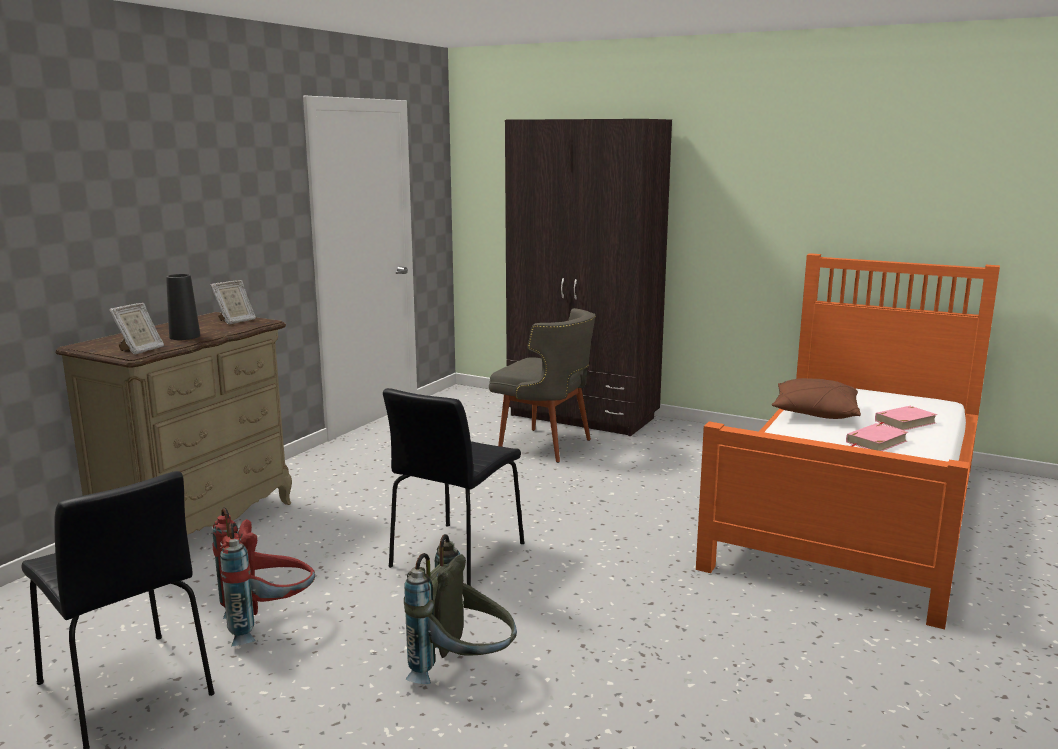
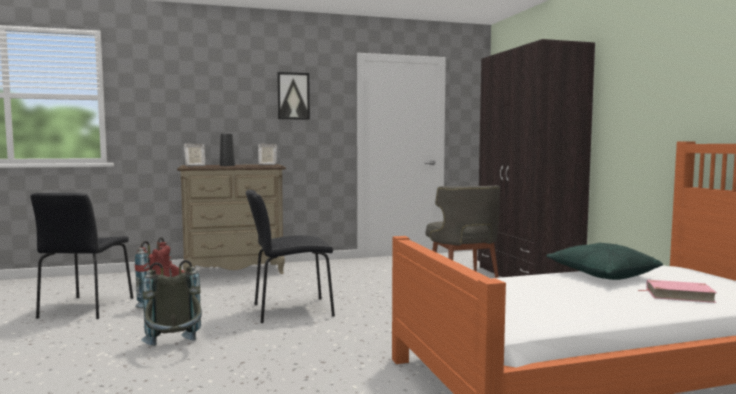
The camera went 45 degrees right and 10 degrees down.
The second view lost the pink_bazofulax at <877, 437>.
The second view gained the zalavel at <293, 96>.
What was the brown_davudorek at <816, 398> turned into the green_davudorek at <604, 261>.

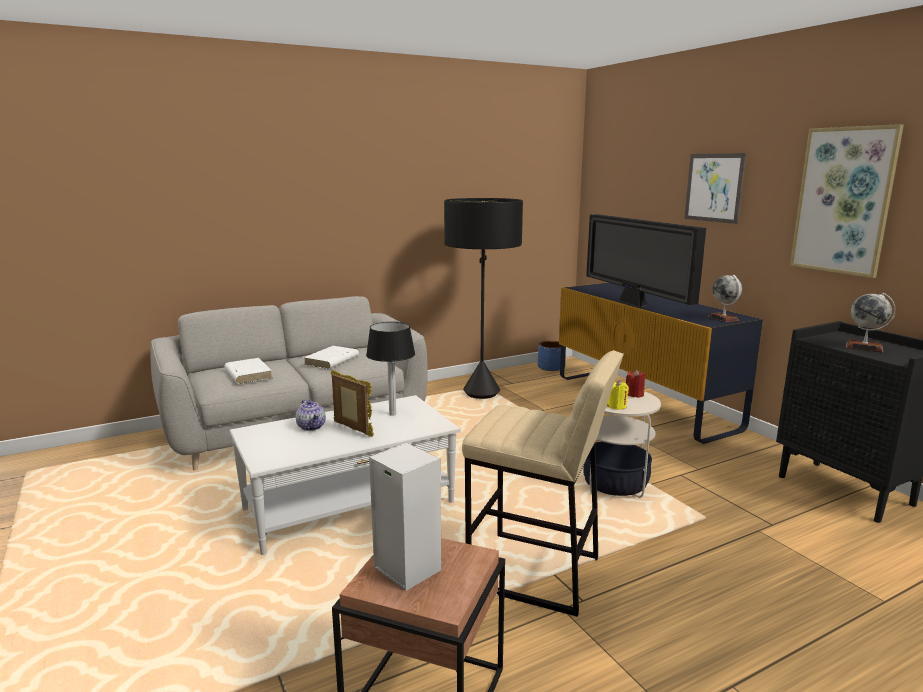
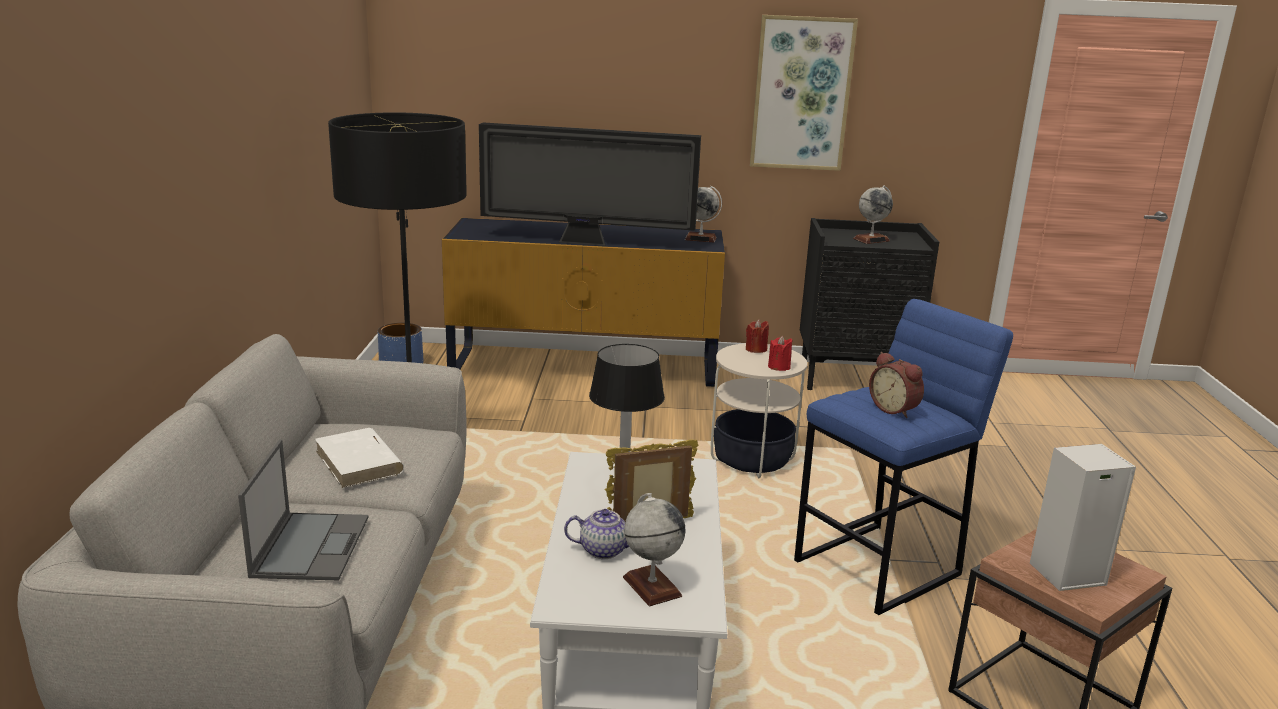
The camera went 60 degrees left and 5 degrees up.
The second view lost the zalavel at <715, 188>.
The second view gained the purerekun at <654, 549>.
The second view gained the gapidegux at <896, 385>.
Where the white_bazofulax stood at <248, 371>, the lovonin came to stand at <303, 510>.
What was the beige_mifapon at <543, 483> turned into the blue_mifapon at <903, 457>.
What was the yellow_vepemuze at <618, 395> turned into the red_vepemuze at <780, 353>.

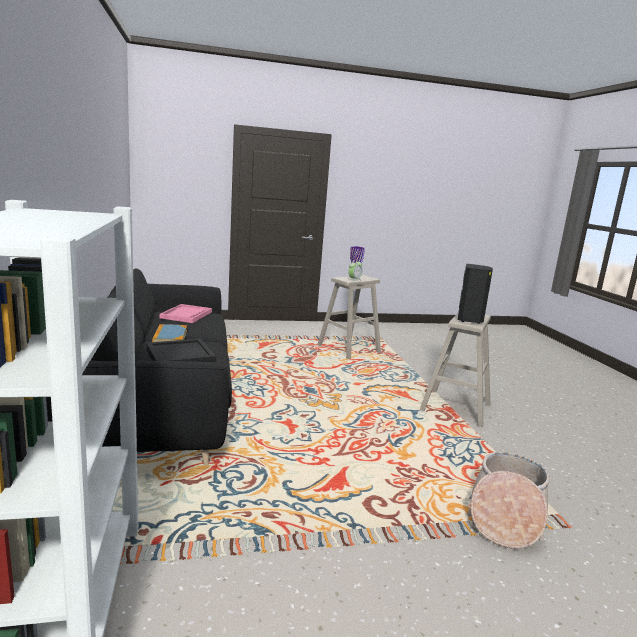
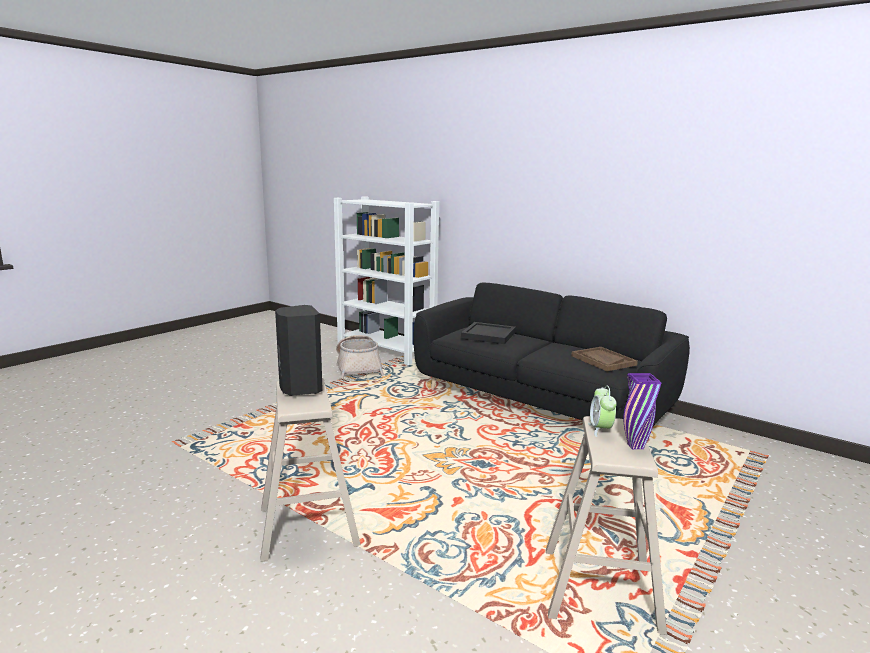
The camera went 140 degrees right and 0 degrees up.
The second view lost the bazofulax at <169, 333>.
The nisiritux ended up elsewhere, having gone from <508, 500> to <360, 357>.
What was the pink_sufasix at <186, 313> turned into the brown_sufasix at <604, 359>.

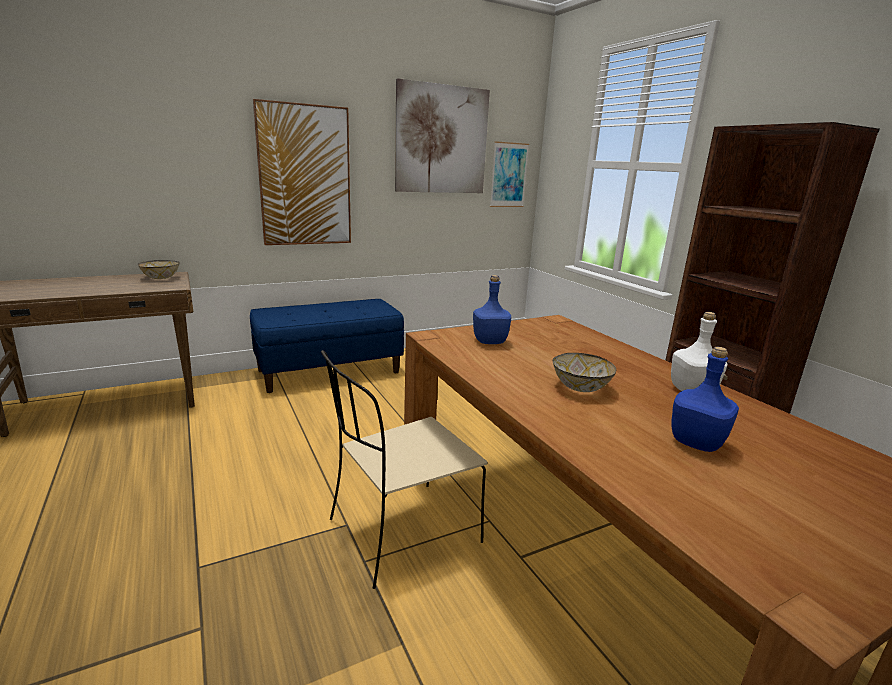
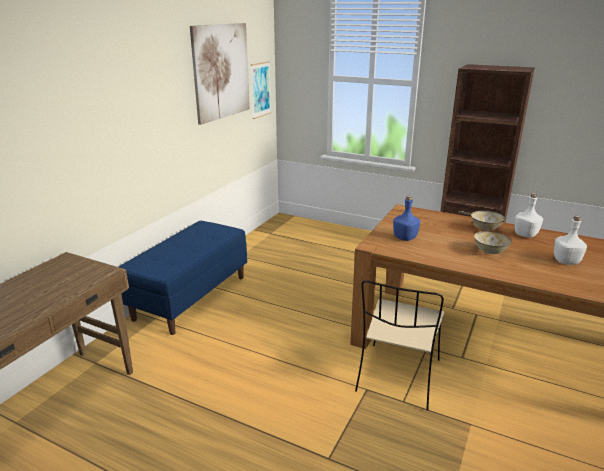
The camera went 35 degrees left and 5 degrees up.
The second view lost the zalavel at <302, 172>.
The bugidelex ended up elsewhere, having gone from <159, 269> to <488, 221>.
What was the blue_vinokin at <705, 399> turned into the white_vinokin at <570, 240>.

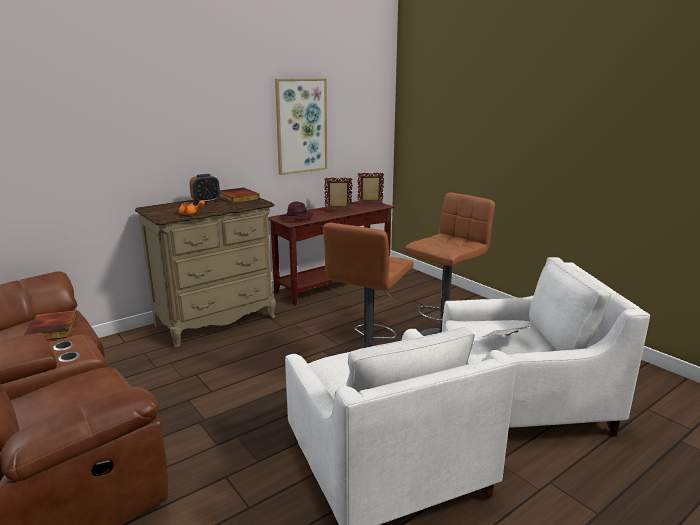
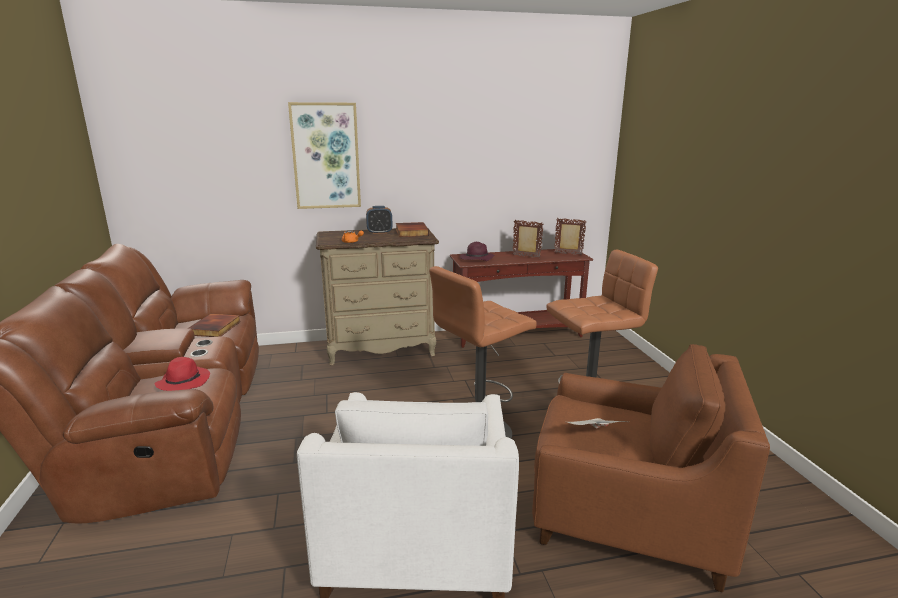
The camera went 25 degrees right and 0 degrees up.
The second view gained the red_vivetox at <182, 374>.
The zalavel ended up elsewhere, having gone from <301, 126> to <324, 155>.
What was the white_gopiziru at <546, 346> turned into the brown_gopiziru at <651, 468>.

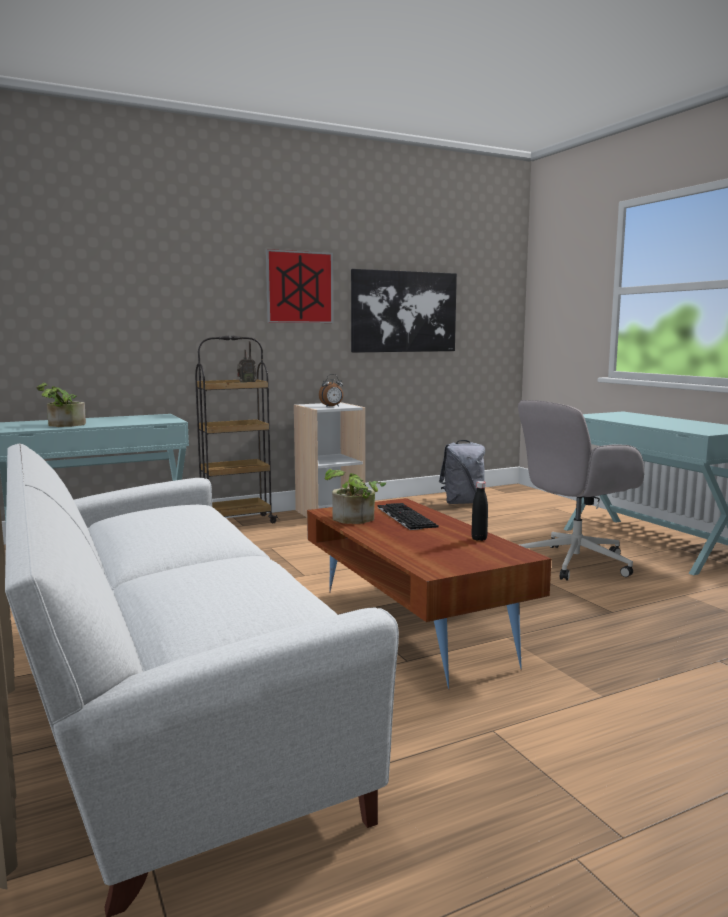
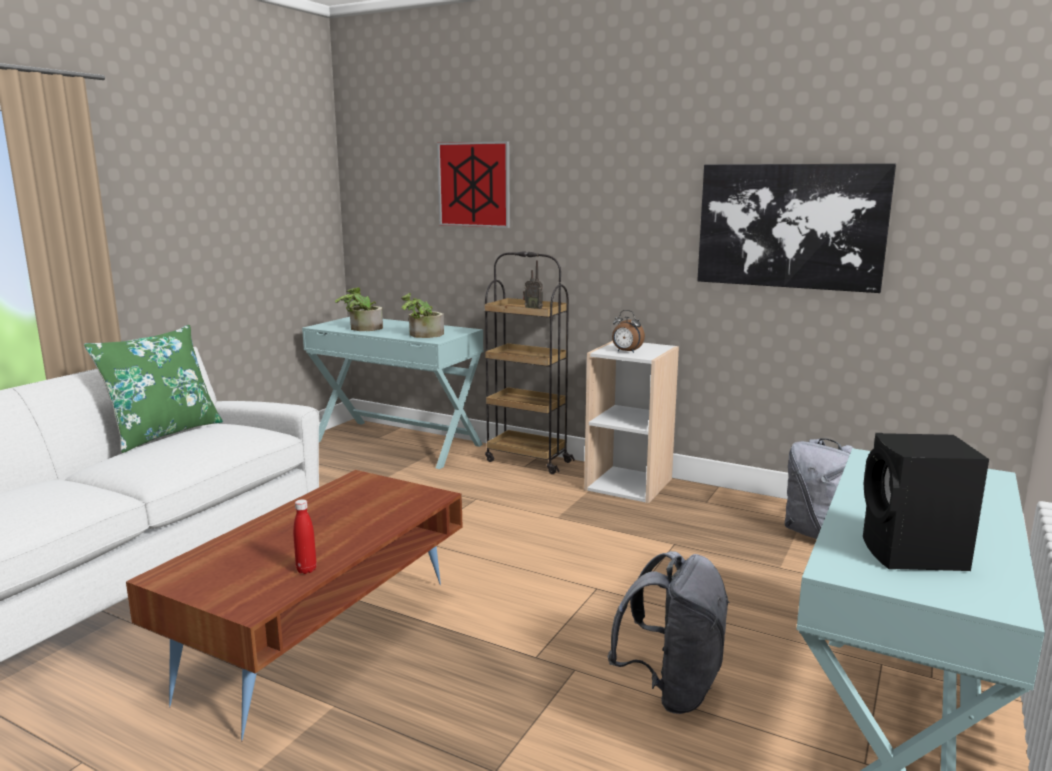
The camera went 55 degrees right and 5 degrees up.
The second view lost the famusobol at <408, 516>.
The second view gained the green_davudorek at <153, 389>.
The second view gained the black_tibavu at <926, 502>.
The zalavel ended up elsewhere, having gone from <300, 286> to <473, 184>.
The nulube ended up elsewhere, having gone from <355, 496> to <422, 315>.
Where the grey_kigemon stood at <581, 490>, the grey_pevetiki came to stand at <669, 632>.
What was the black_vinokin at <479, 511> turned into the red_vinokin at <305, 536>.

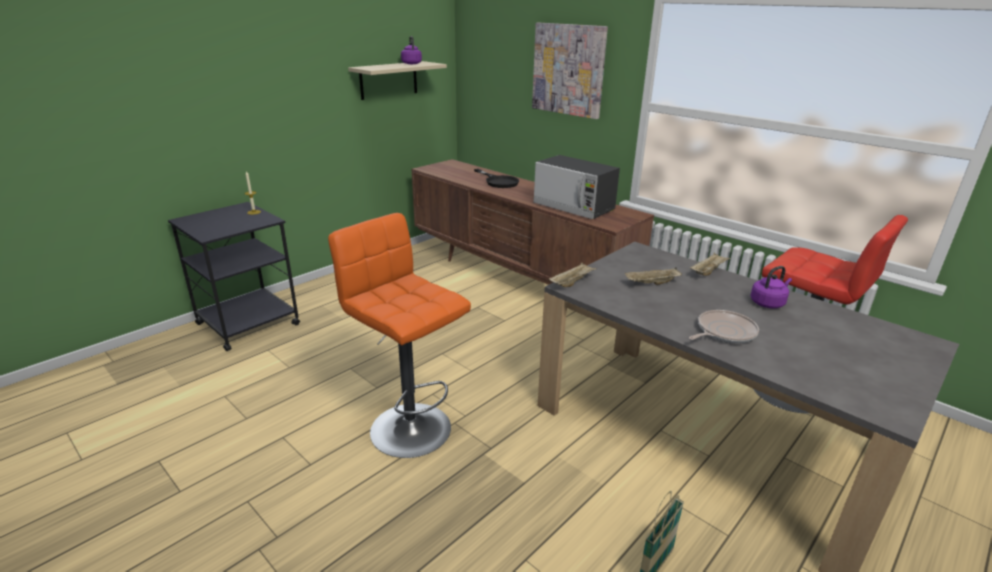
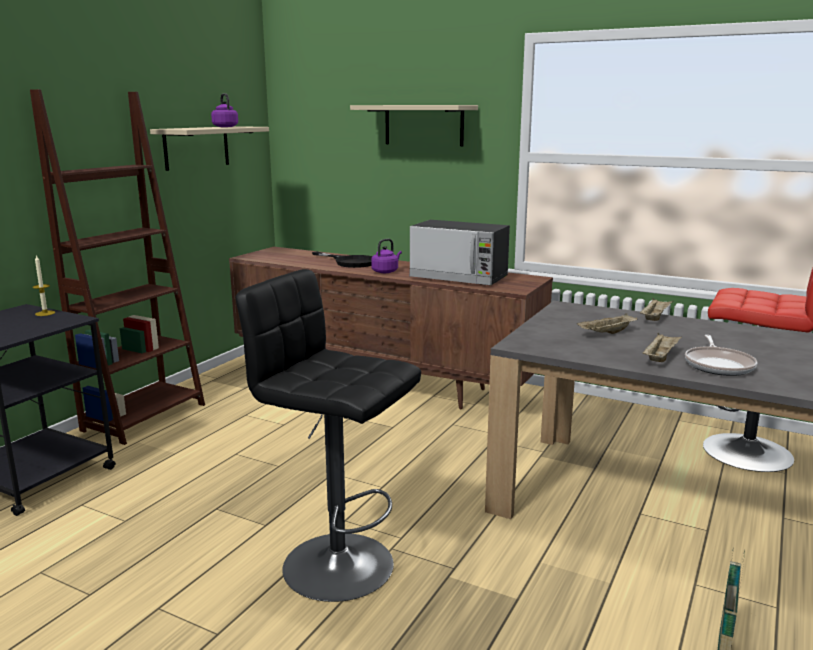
The camera went 15 degrees left and 10 degrees down.
The second view gained the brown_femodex at <117, 267>.
The beige_sufasix ended up elsewhere, having gone from <573, 274> to <662, 347>.
The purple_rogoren ended up elsewhere, having gone from <771, 287> to <386, 256>.
Where the zalavel hung at <570, 71>, the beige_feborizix came to hang at <414, 125>.
What was the orange_mifapon at <399, 335> turned into the black_mifapon at <328, 435>.
The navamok at <724, 326> ended up facing another way, 150 degrees clockwise from before.

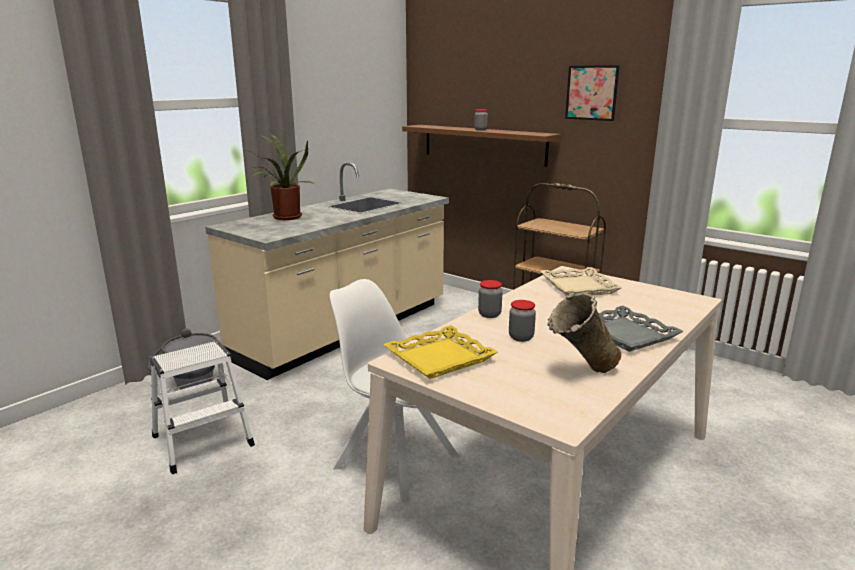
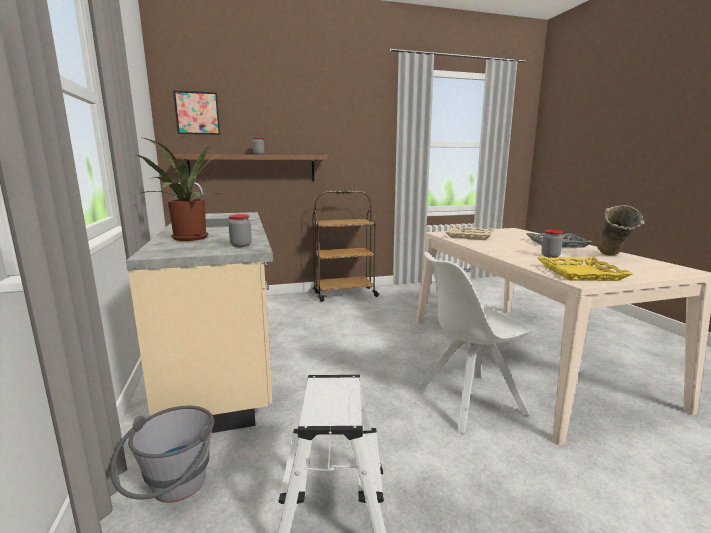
The camera went 55 degrees left and 5 degrees down.
The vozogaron ended up elsewhere, having gone from <490, 299> to <240, 230>.
The zalavel ended up elsewhere, having gone from <592, 93> to <196, 112>.

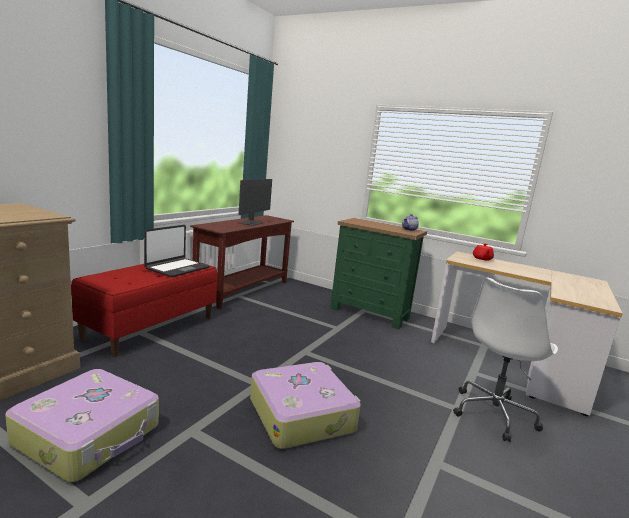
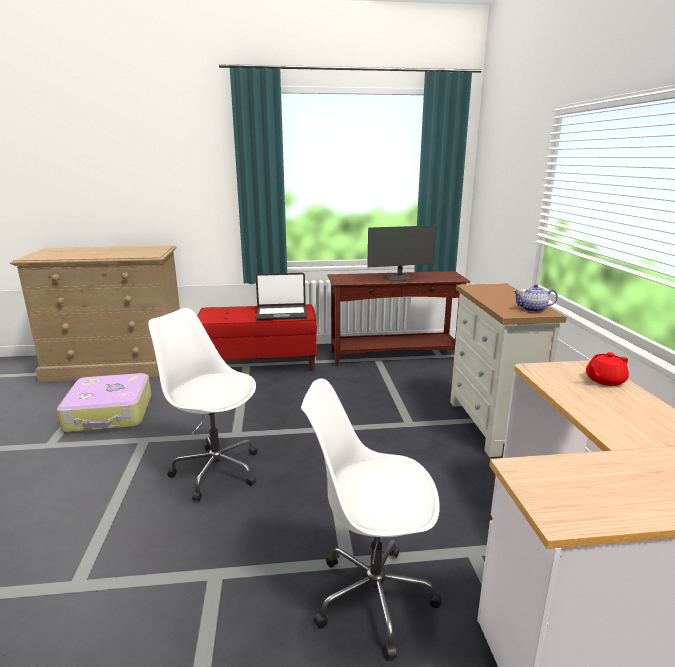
The camera went 55 degrees right and 5 degrees up.
Where the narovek stood at <305, 405>, the white_kigemon came to stand at <203, 404>.
What was the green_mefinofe at <378, 273> turned into the white_mefinofe at <508, 370>.

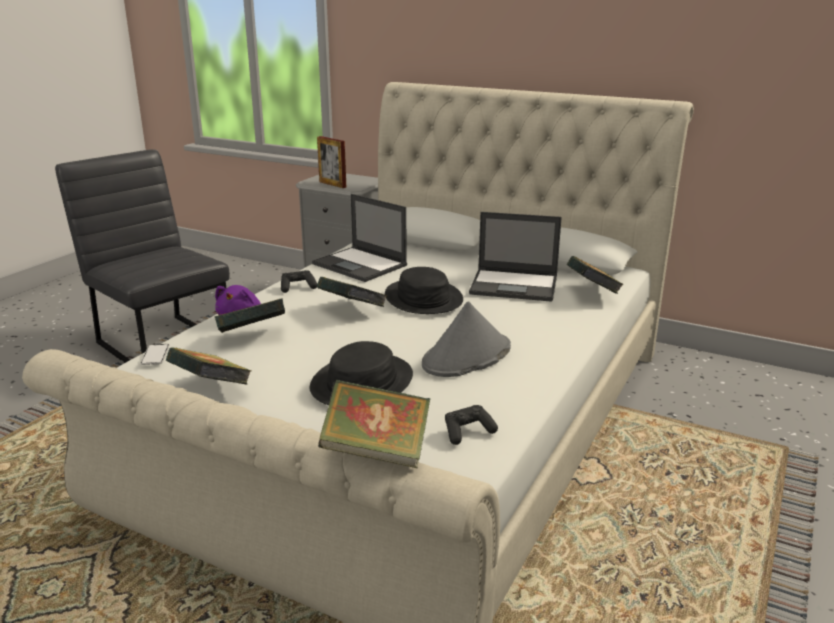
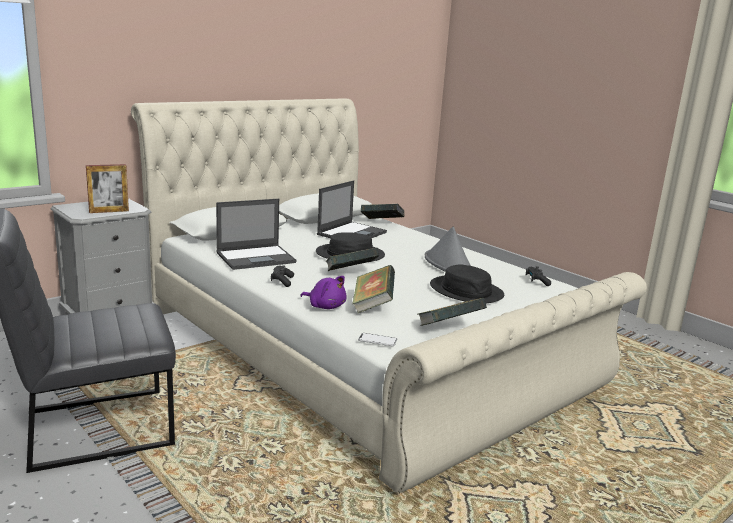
The camera went 70 degrees left and 5 degrees down.
The second view lost the bazofulax at <374, 424>.

